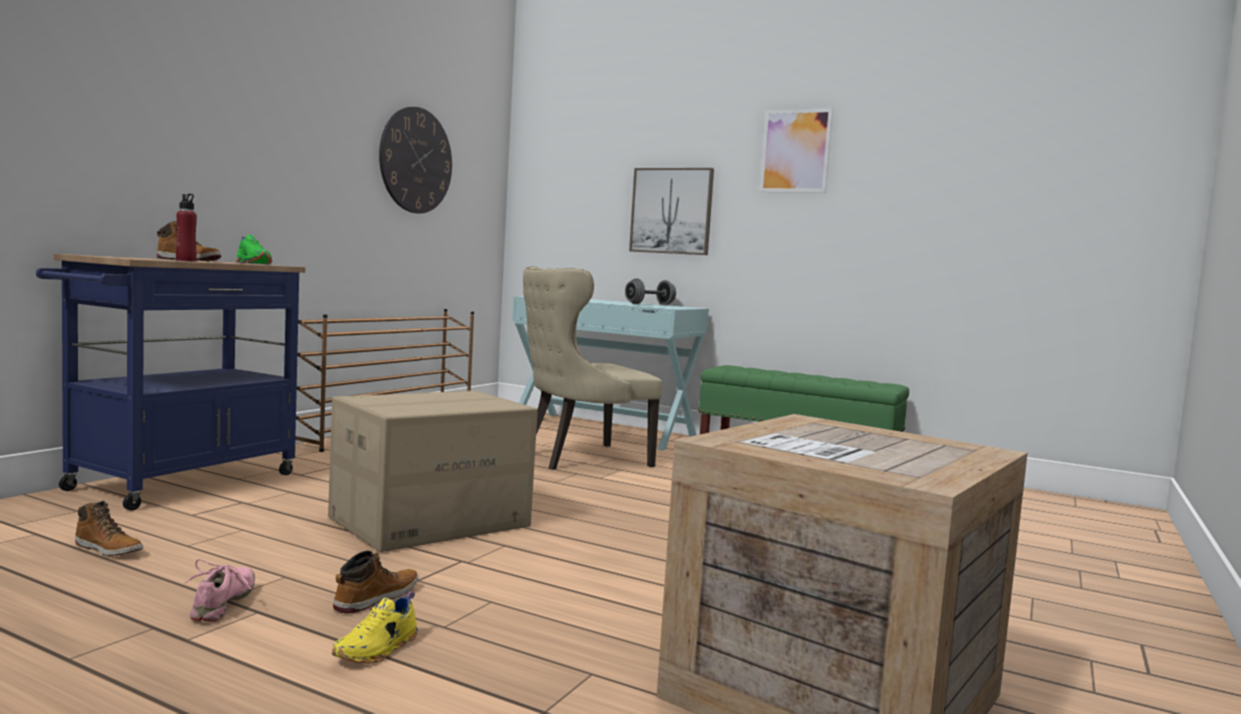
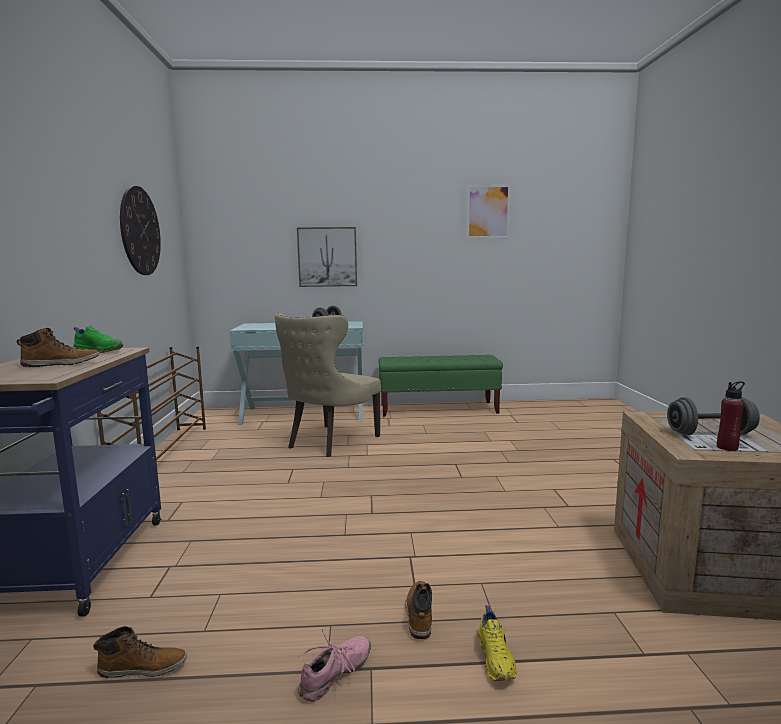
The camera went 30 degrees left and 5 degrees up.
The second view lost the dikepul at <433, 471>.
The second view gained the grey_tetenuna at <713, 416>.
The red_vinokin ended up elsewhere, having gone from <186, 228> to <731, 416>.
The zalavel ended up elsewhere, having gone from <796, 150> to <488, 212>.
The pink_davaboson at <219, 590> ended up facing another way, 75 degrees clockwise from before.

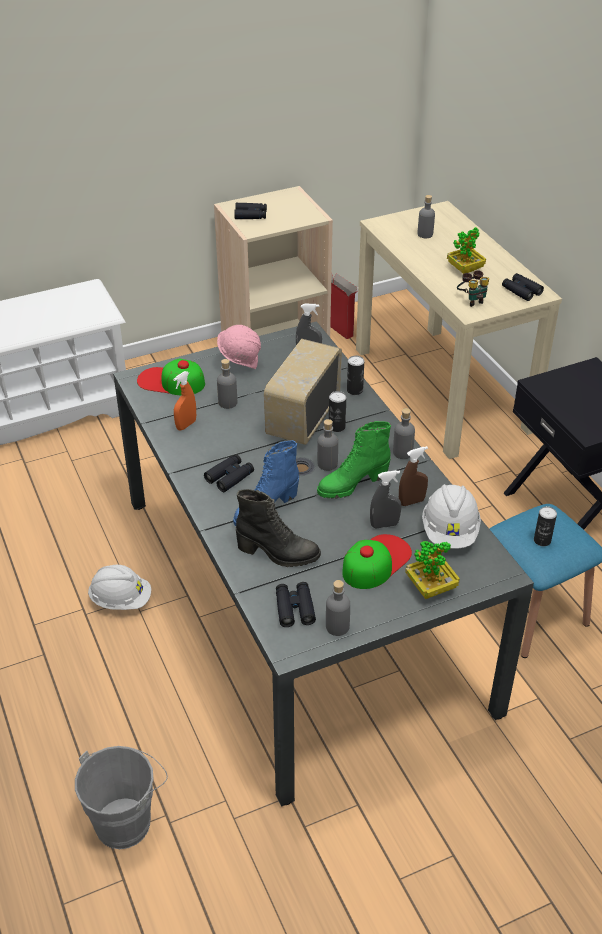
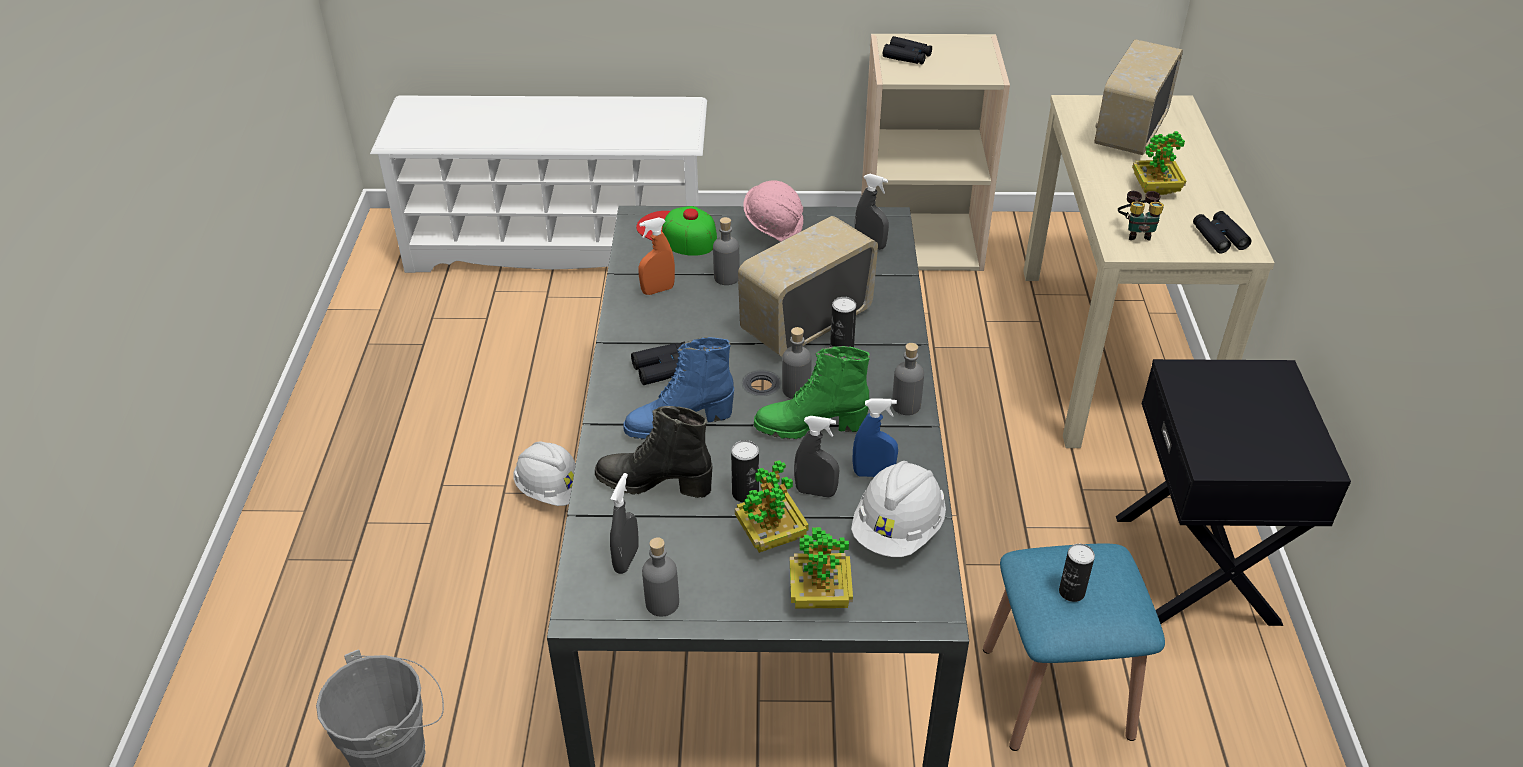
The camera went 25 degrees right and 0 degrees up.
The second view lost the dikepul at <344, 306>.
The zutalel ended up elsewhere, having gone from <355, 375> to <745, 471>.
Where the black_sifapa stood at <296, 604>, the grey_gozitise came to stand at <624, 523>.
Where the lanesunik stood at <377, 561>, the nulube came to stand at <772, 506>.
Where the grey_vinokin stood at <426, 216>, the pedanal came to stand at <1138, 97>.
What was the brown_gozitise at <413, 476> turned into the blue_gozitise at <875, 437>.
The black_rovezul at <278, 528> ended up facing another way, 150 degrees clockwise from before.

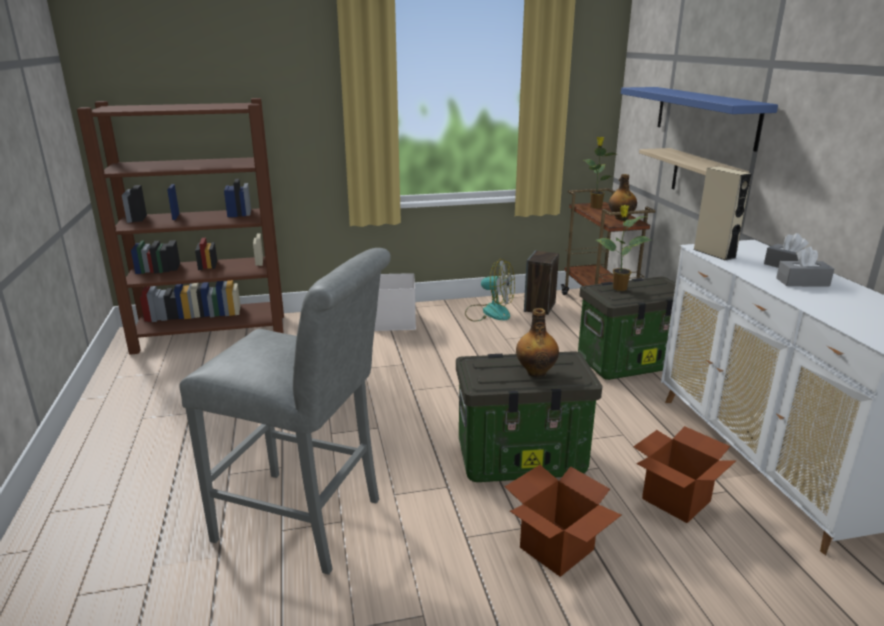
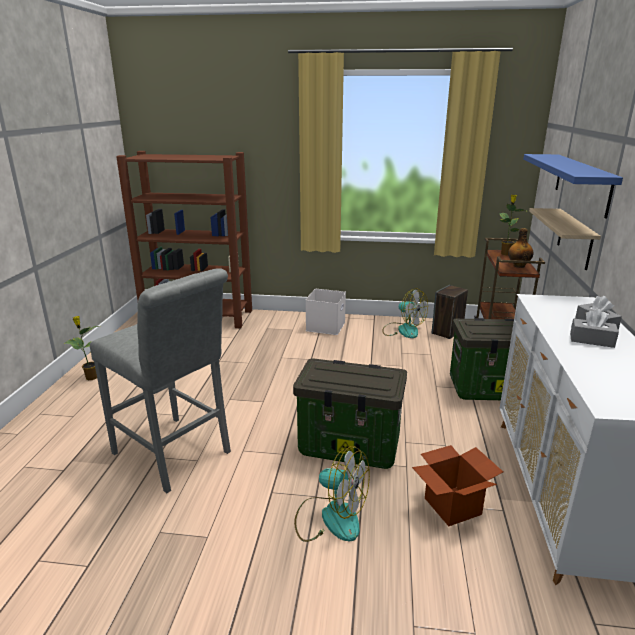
The camera went 20 degrees right and 0 degrees up.
The second view lost the vinokin at <537, 343>.
The second view lost the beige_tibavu at <722, 214>.
The nulube ended up elsewhere, having gone from <623, 248> to <83, 348>.
Where the dikepul stood at <563, 521>, the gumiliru came to stand at <332, 494>.

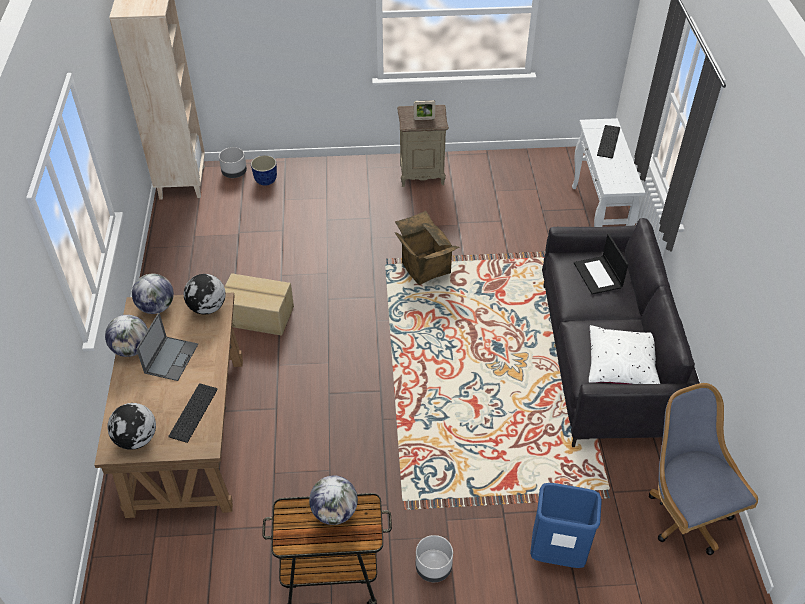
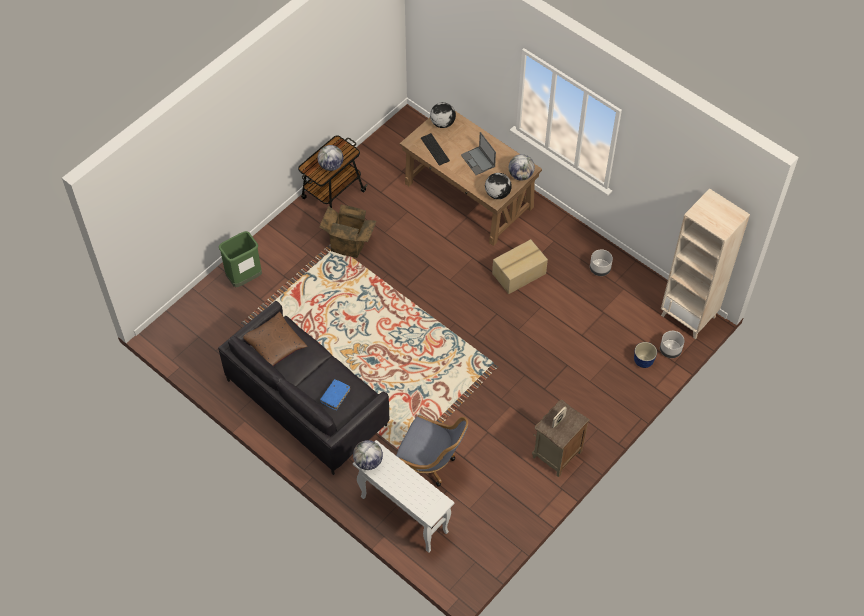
The camera went 135 degrees right and 10 degrees up.
The second view lost the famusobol at <608, 141>.
The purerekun ended up elsewhere, having gone from <126, 336> to <368, 455>.
The dikepul ended up elsewhere, having gone from <427, 248> to <347, 231>.
The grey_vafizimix ended up elsewhere, having gone from <434, 558> to <601, 262>.
The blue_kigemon ended up elsewhere, having gone from <703, 469> to <432, 451>.
Where the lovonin stood at <601, 264>, the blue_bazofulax came to stand at <335, 394>.
What was the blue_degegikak at <566, 525> turned into the green_degegikak at <240, 259>.
What was the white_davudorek at <624, 354> turned into the brown_davudorek at <275, 339>.

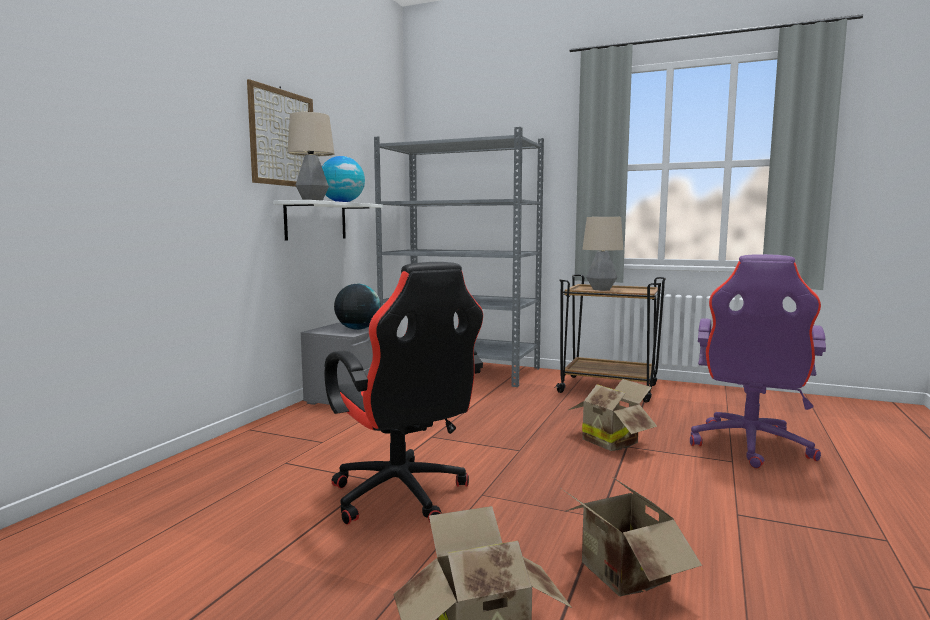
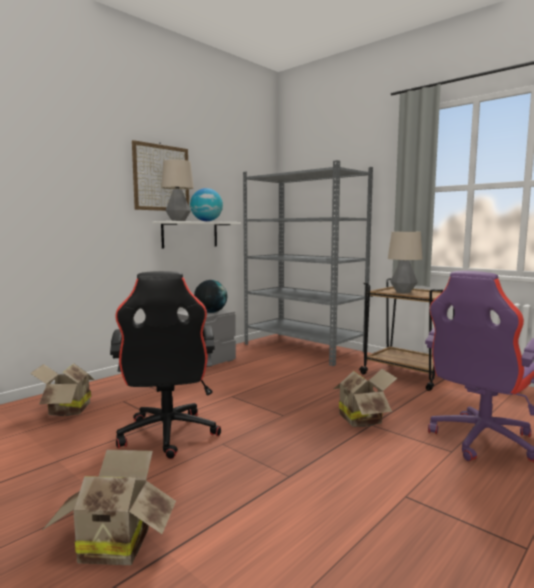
The camera went 20 degrees right and 0 degrees up.
The dikepul ended up elsewhere, having gone from <632, 536> to <62, 390>.

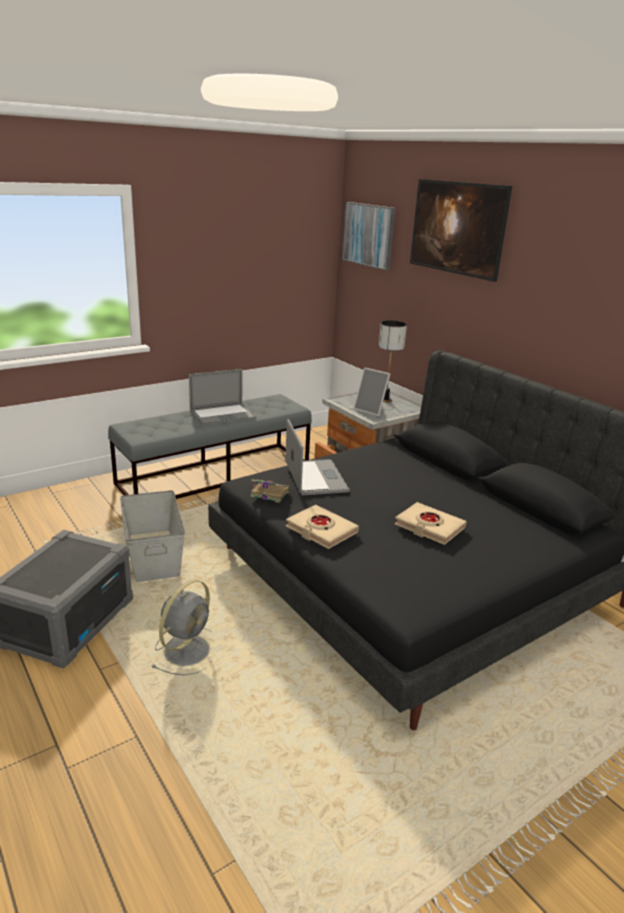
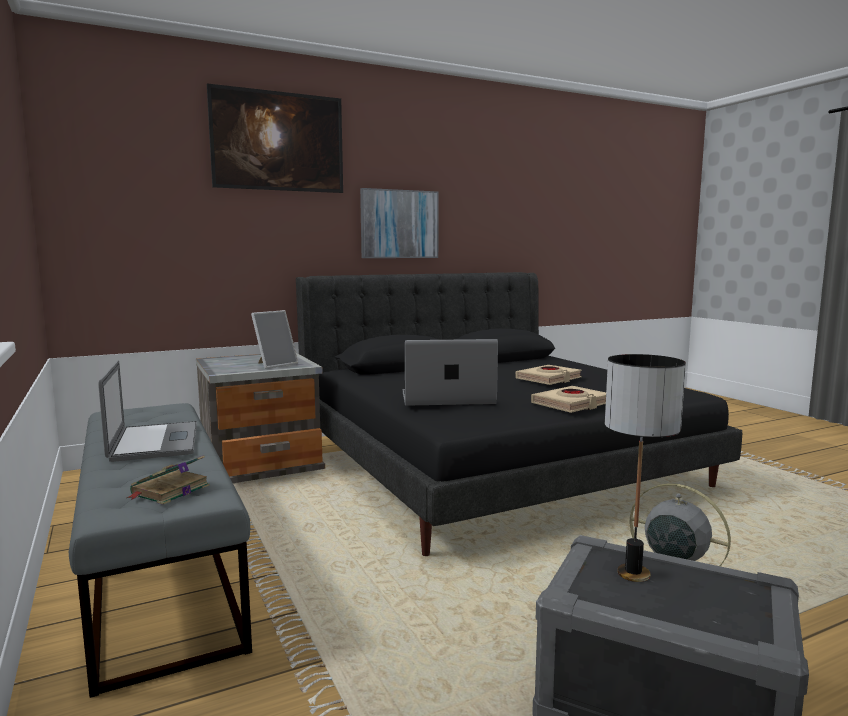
The camera went 80 degrees left and 15 degrees down.
The second view lost the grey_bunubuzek at <152, 536>.
The bazofulax ended up elsewhere, having gone from <269, 491> to <168, 480>.
The zalavel ended up elsewhere, having gone from <368, 236> to <399, 223>.
The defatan ended up elsewhere, having gone from <393, 361> to <645, 468>.

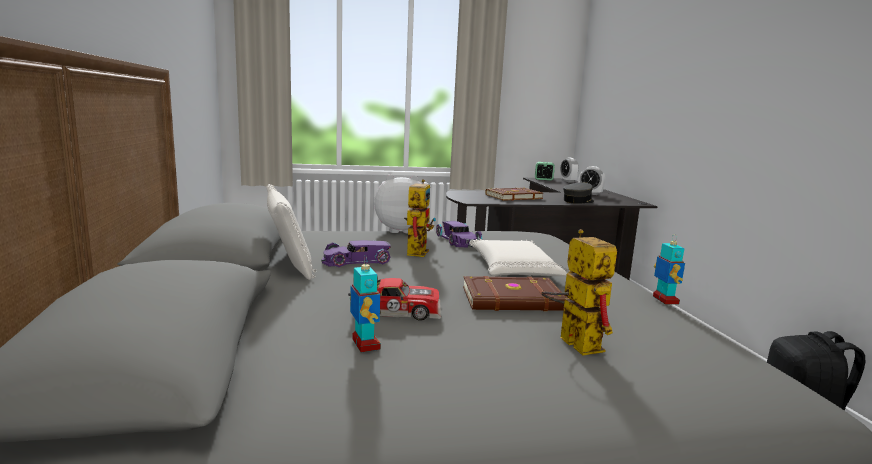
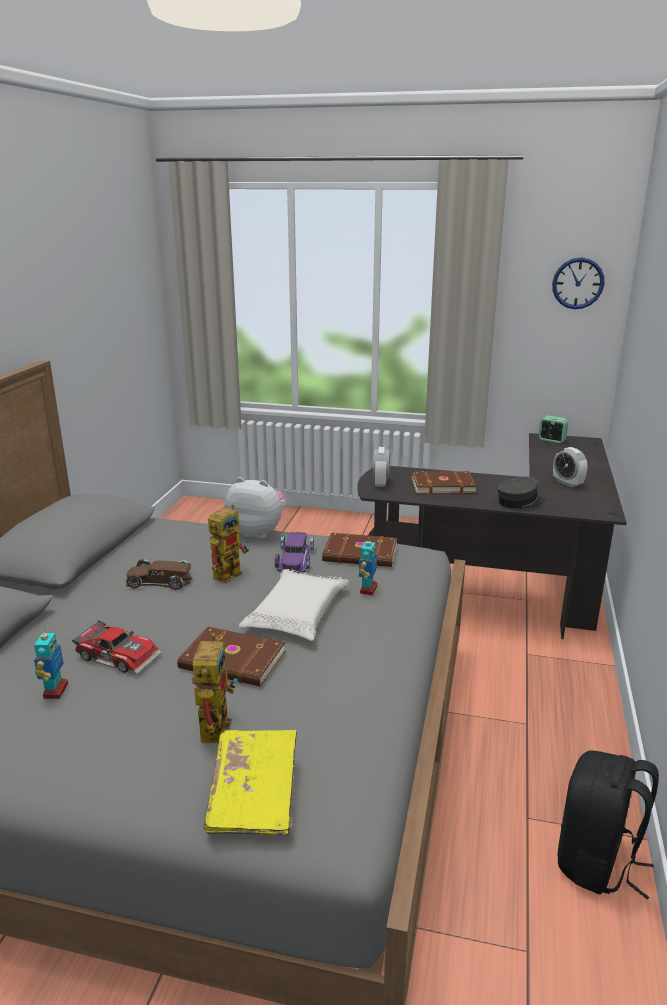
The camera went 25 degrees right and 10 degrees up.
The second view lost the white_davudorek at <291, 232>.
The second view gained the yellow_bazofulax at <250, 783>.
The second view gained the brown_bazofulax at <359, 550>.
The second view gained the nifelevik at <578, 283>.
The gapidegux ended up elsewhere, having gone from <569, 170> to <381, 467>.
The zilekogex ended up elsewhere, having gone from <669, 269> to <368, 565>.
What was the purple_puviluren at <356, 253> turned into the brown_puviluren at <159, 574>.

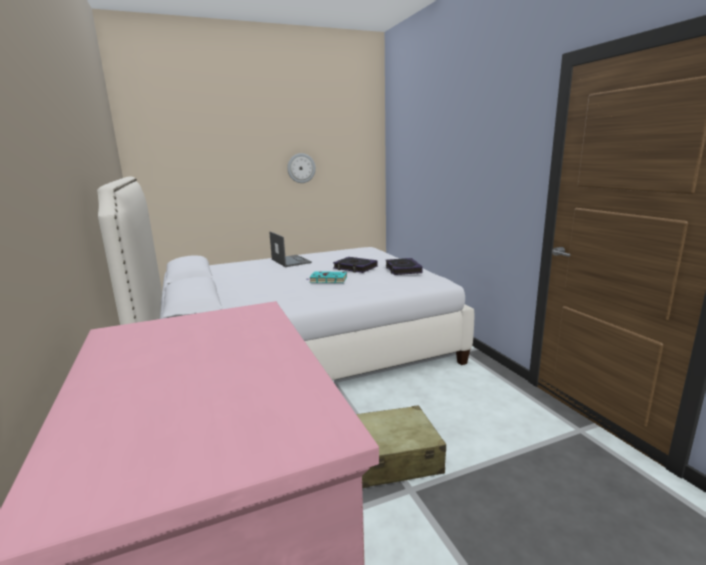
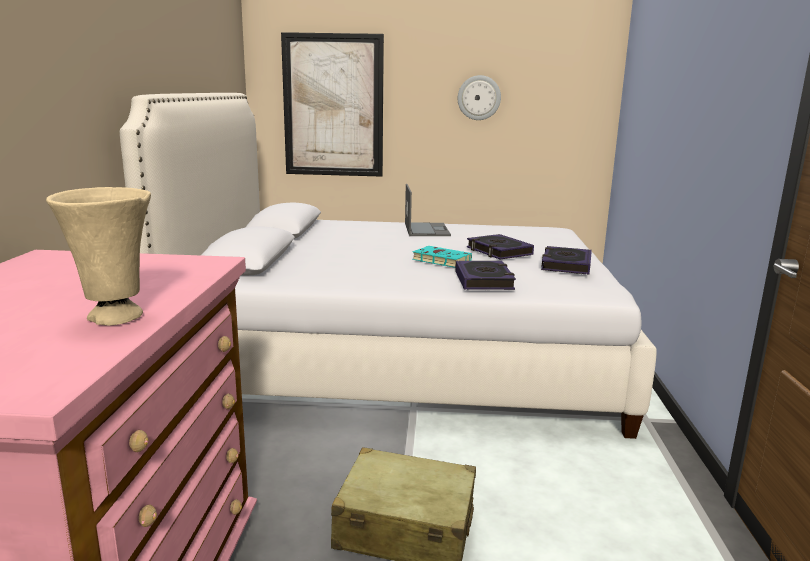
The camera went 25 degrees right and 0 degrees up.
The second view gained the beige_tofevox at <98, 256>.
The second view gained the zalavel at <332, 104>.
The second view gained the bazofulax at <485, 275>.

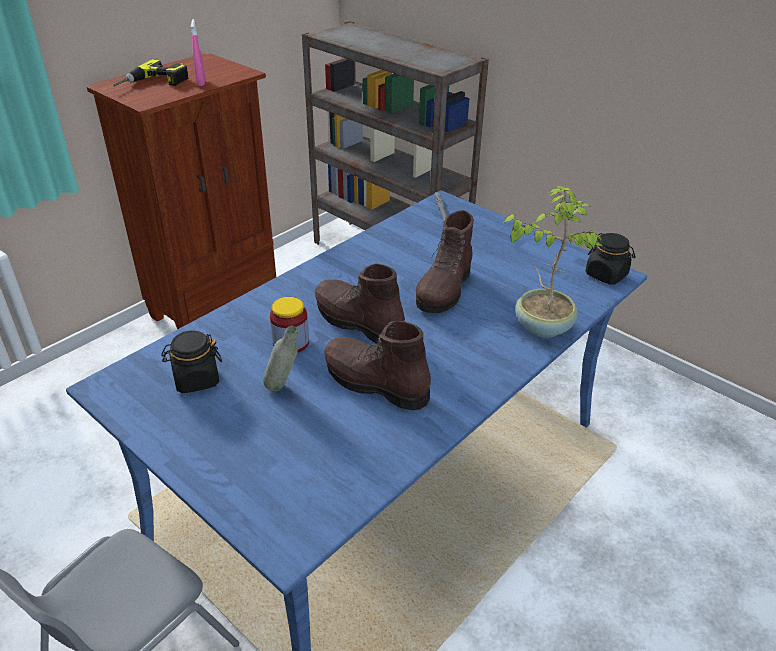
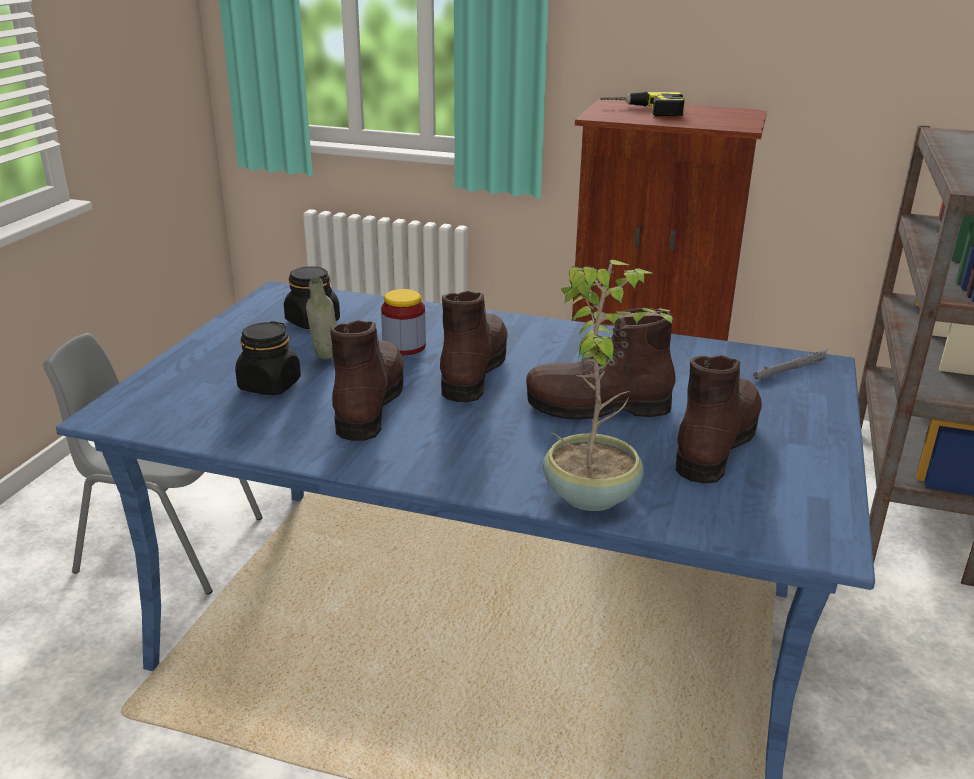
The camera went 65 degrees right and 10 degrees down.
The second view lost the pink_gozitise at <198, 52>.
The second view gained the brown_rovezul at <718, 419>.
The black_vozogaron ended up elsewhere, having gone from <610, 258> to <268, 358>.

